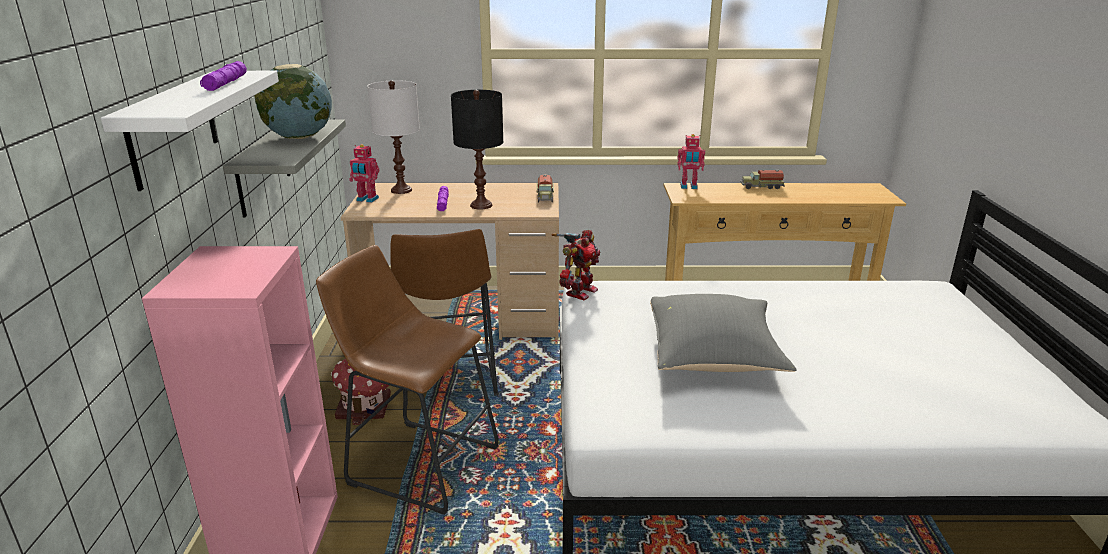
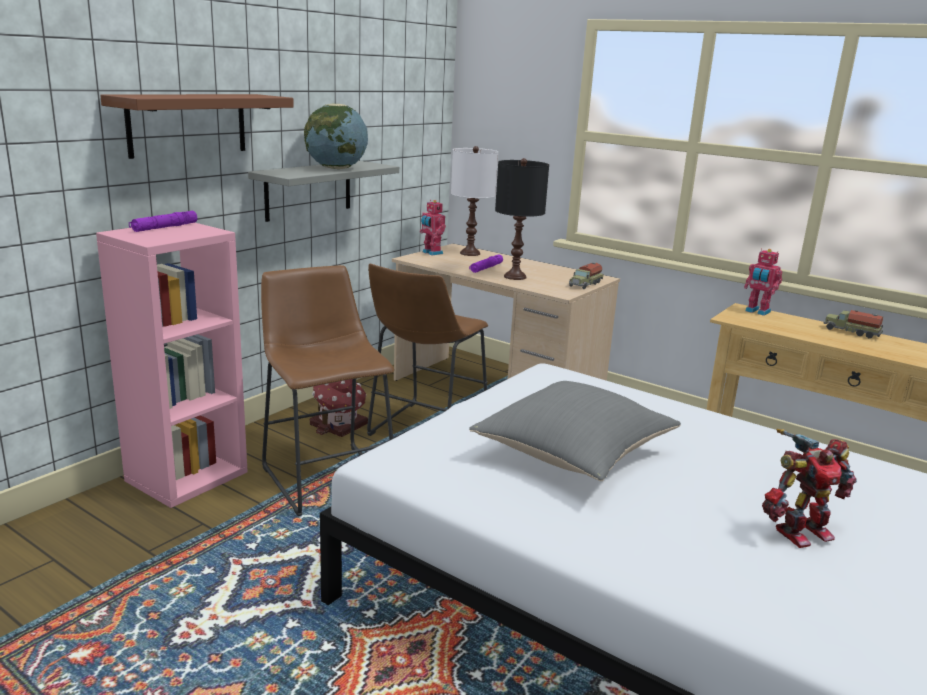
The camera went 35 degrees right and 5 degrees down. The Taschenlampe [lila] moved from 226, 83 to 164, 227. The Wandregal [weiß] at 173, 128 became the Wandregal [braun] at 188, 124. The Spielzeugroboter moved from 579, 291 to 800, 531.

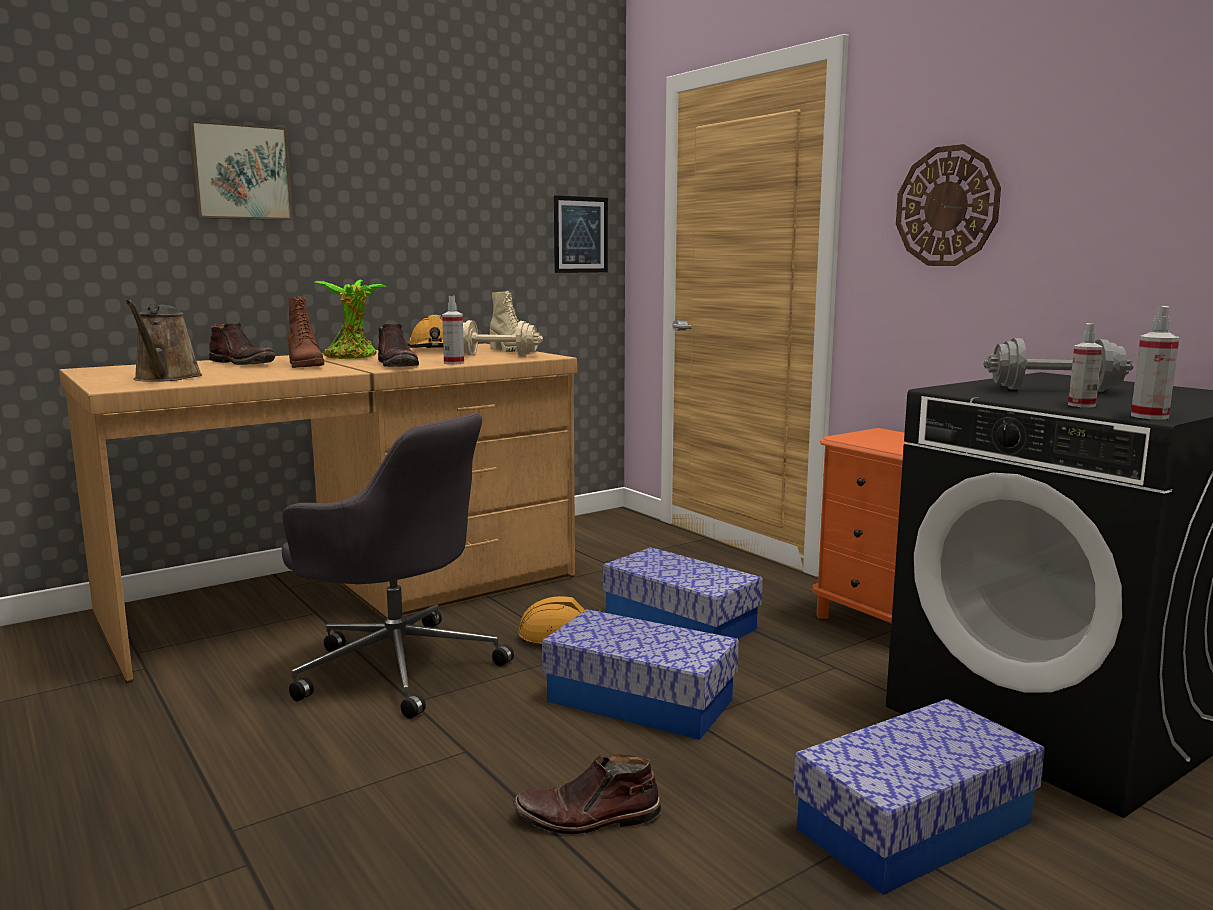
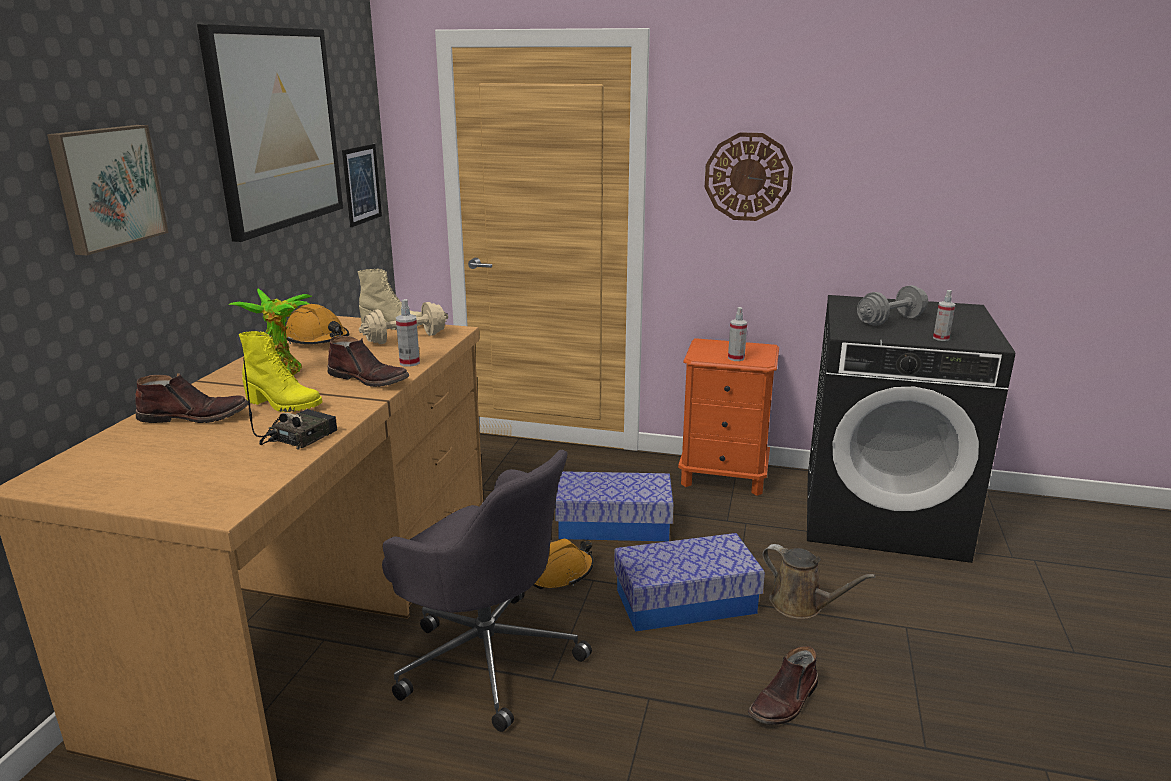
The camera went 40 degrees left and 10 degrees up. The Stiefel [braun] at 304, 366 became the Stiefel [gelb] at 283, 405. The Gießkanne [braun] moved from 166, 378 to 801, 605. The Sprühflasche moved from 1149, 416 to 736, 358. The Bürostuhl [grau] at 397, 666 turned 45 degrees clockwise. The Aufbewahrungsbox at 914, 826 disappeared. The Bild at 276, 129 appeared. The Radio at 298, 437 appeared.

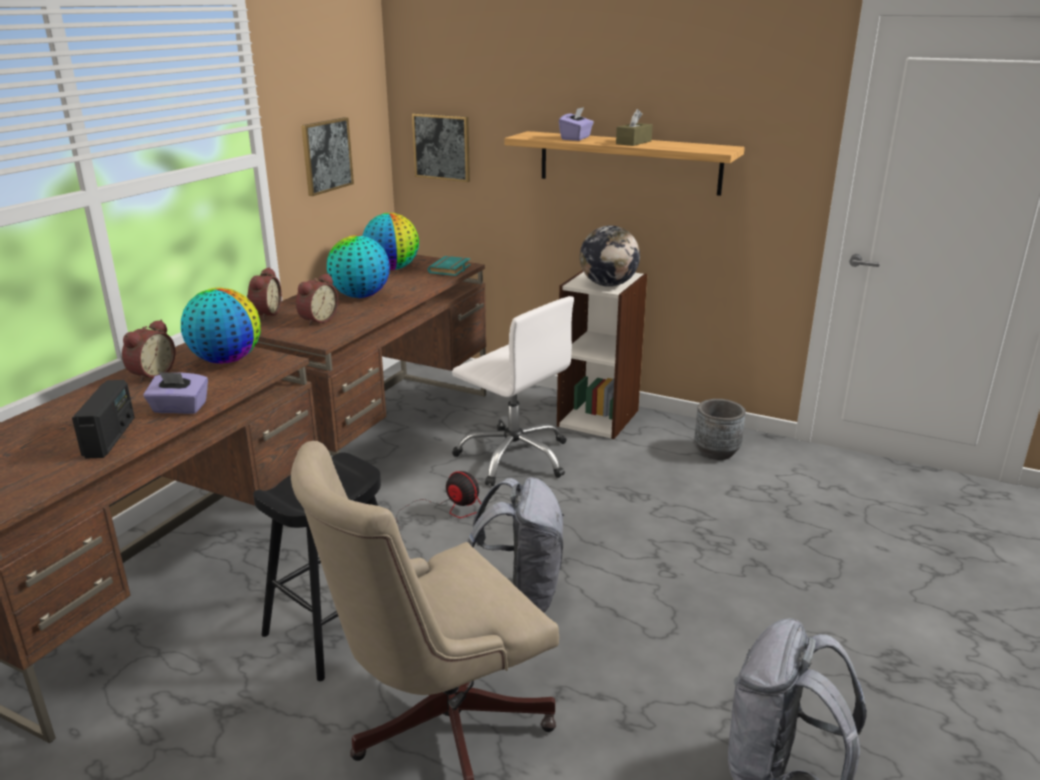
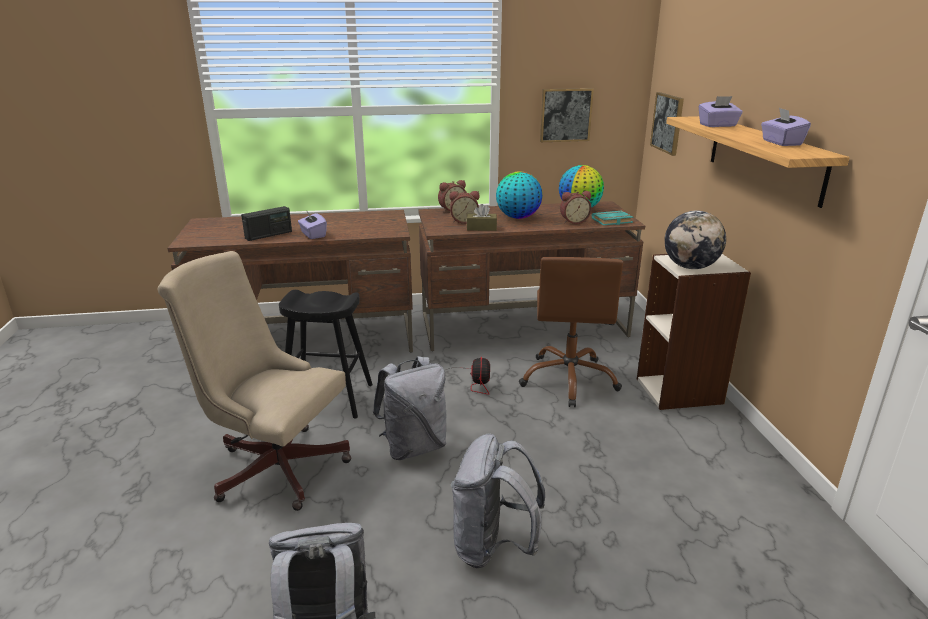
The camera went 55 degrees right and 0 degrees up. The Taschentuchbox [braun] moved from 633, 142 to 481, 228. The Globus at 226, 360 disappeared. The Bürostuhl [weiß] at 514, 457 became the Bürostuhl [braun] at 569, 379. The Wecker moved from 151, 374 to 573, 221. The Pflanzkübel [grau] at 716, 452 disappeared. The Taschentuchbox [lila] at 781, 143 appeared. The Rucksack [grau] at 493, 547 appeared.

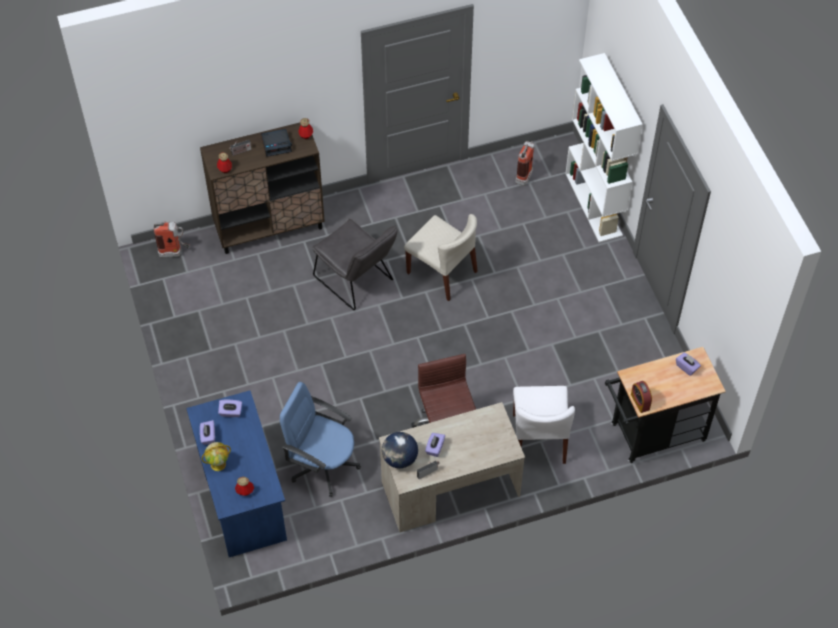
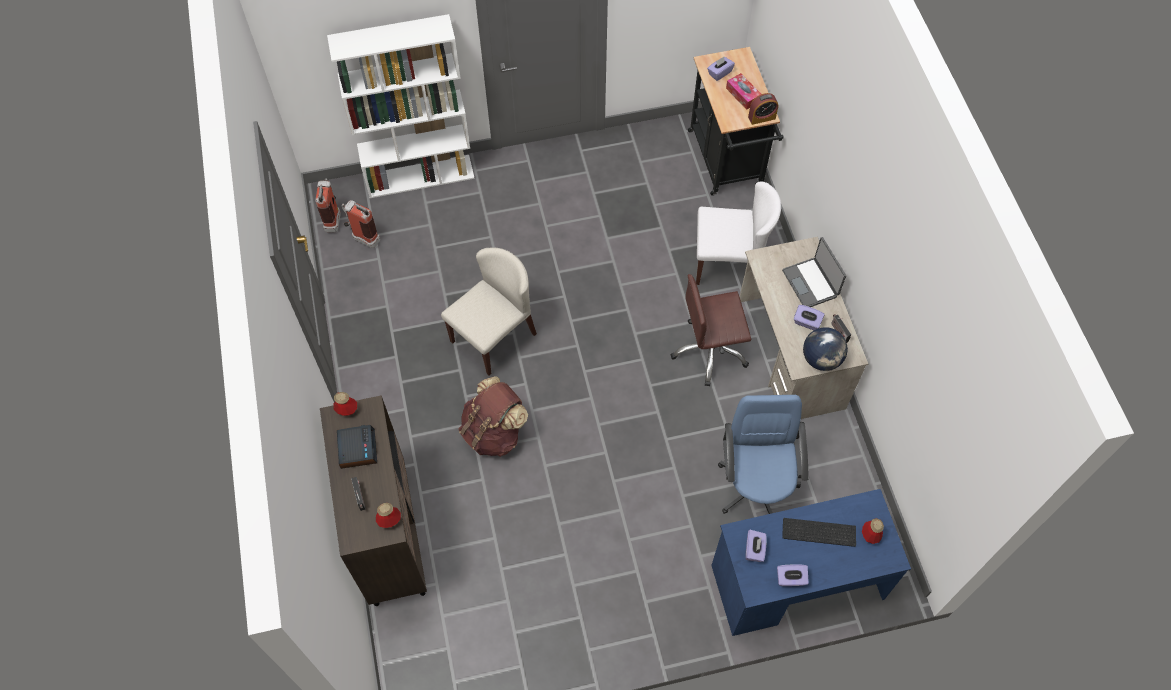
The camera went 85 degrees left and 5 degrees up. The Stuhl [grau] at 357, 281 was replaced by the Rucksack [braun] at 494, 432. The Feuerlöscher moved from 175, 253 to 333, 218. The Bürostuhl [blau] at 323, 464 turned 150 degrees clockwise. The Globus at 218, 464 disappeared. The Taschentuchbox at 743, 95 appeared. The Laptop at 811, 283 appeared. The Tastatur at 818, 533 appeared.

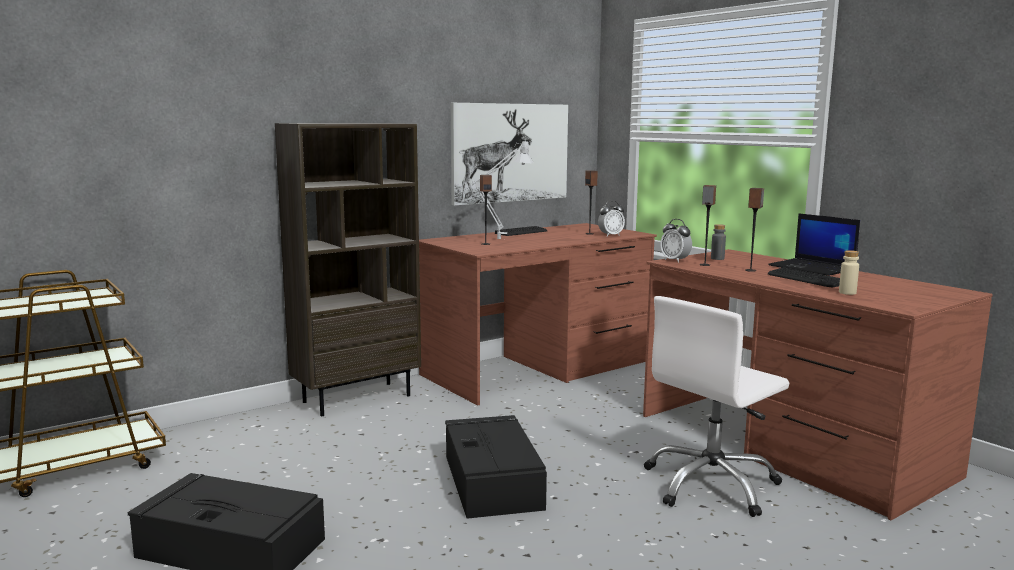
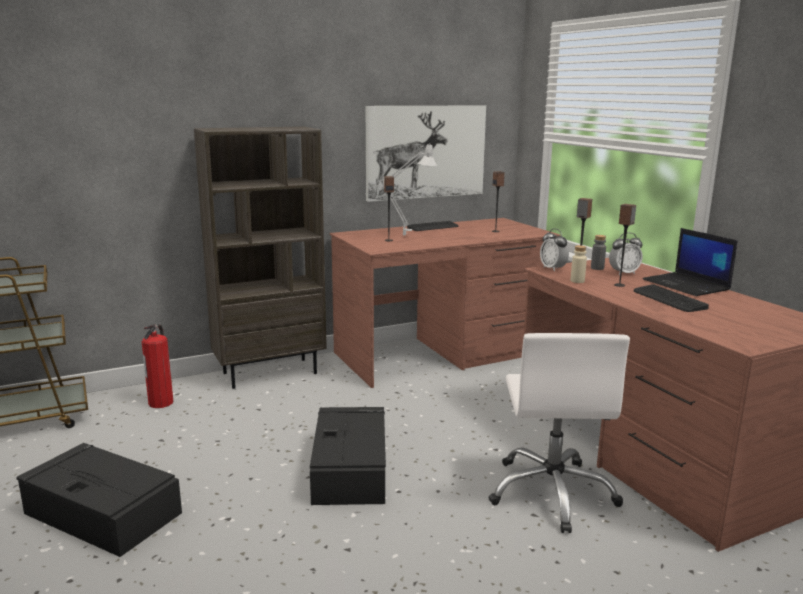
The camera went 10 degrees right and 5 degrees up. The Wecker moved from 610, 235 to 623, 273. The Flasche [beige] moved from 847, 293 to 577, 281. The Bürostuhl [weiß] at 711, 485 turned 60 degrees counterclockwise. The Feuerlöscher at 161, 402 appeared.

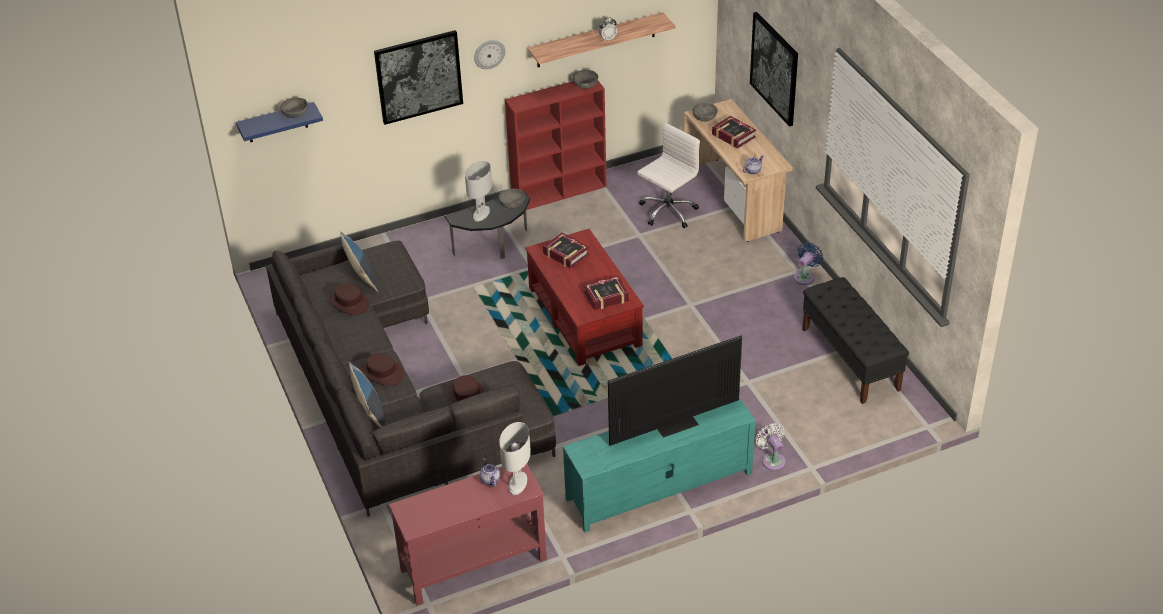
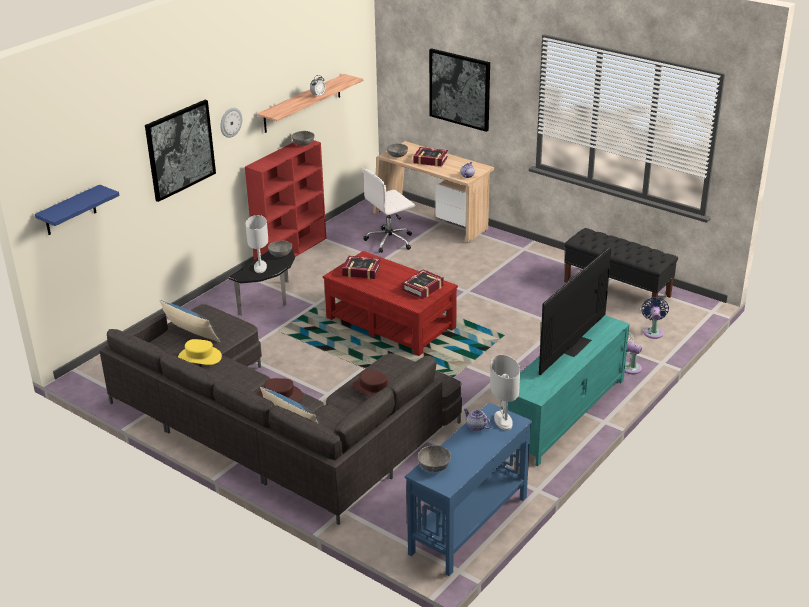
The camera went 30 degrees left and 10 degrees down. The Schüssel [grau] moved from 295, 114 to 434, 466. The Bürostuhl [weiß] at 667, 212 turned 135 degrees counterclockwise. The Ventilator [blau] moved from 805, 276 to 653, 331. The Hut [braun] at 349, 302 became the Hut [gelb] at 200, 357. The Konsolentisch [rot] at 472, 564 became the Konsolentisch [blau] at 468, 525.

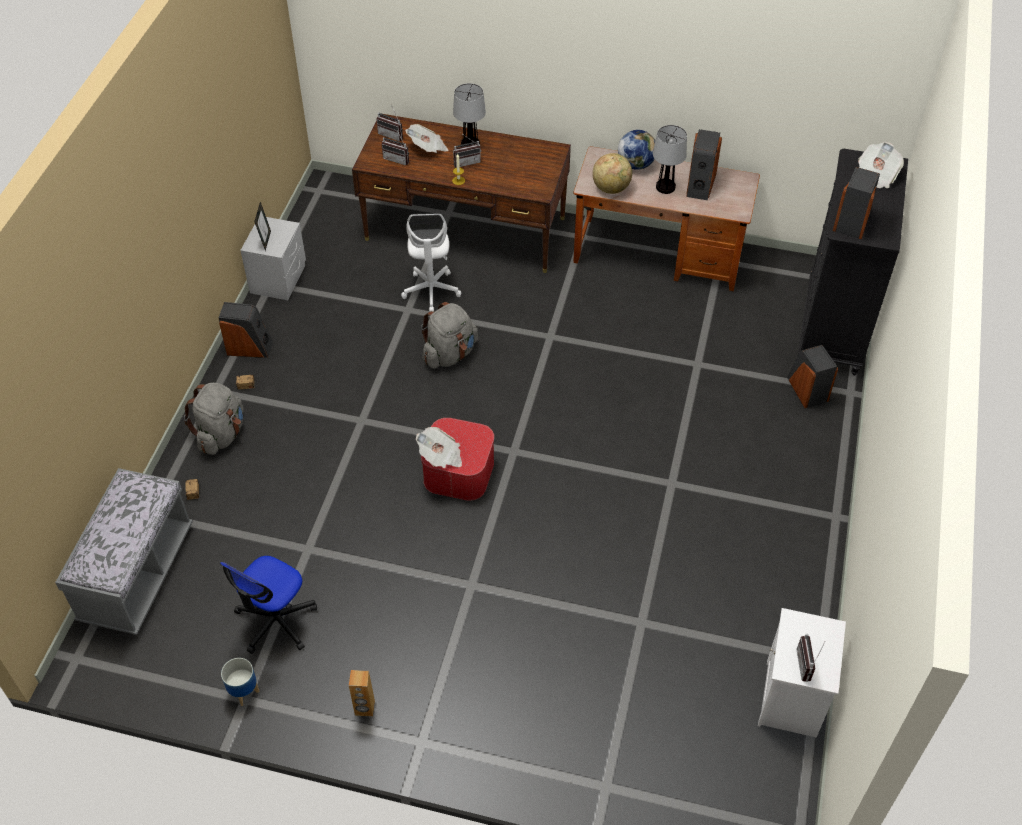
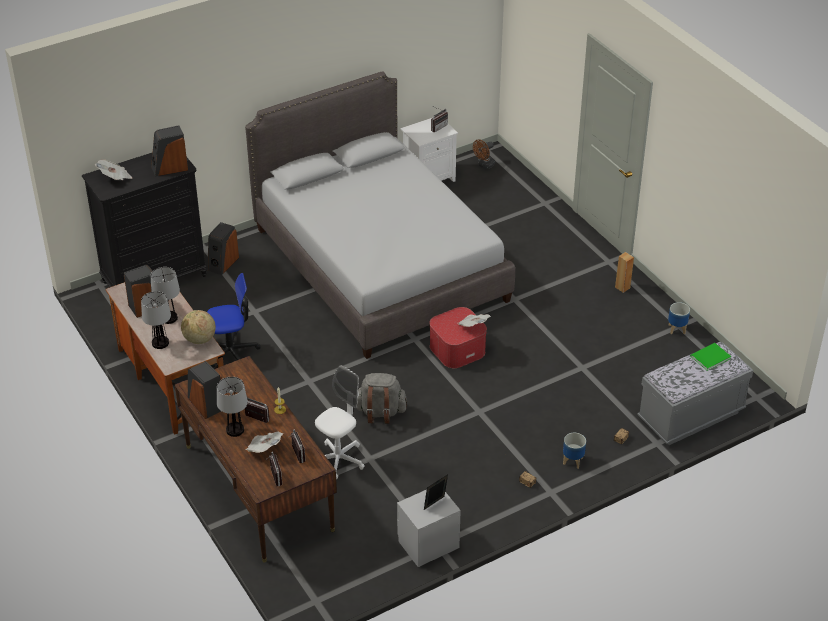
The camera went 135 degrees left and 10 degrees down. The Globus at 636, 164 was replaced by the Tischlampe at 160, 343. The Lautsprecher moved from 249, 347 to 205, 403. The Rucksack [grau] at 221, 434 was replaced by the Pflanzkübel at 572, 461. The Bürostuhl moved from 276, 621 to 231, 352. The Bett [grau] at 380, 264 appeared. The Ventilator [braun] at 484, 165 appeared. The Buch [grün] at 709, 357 appeared.

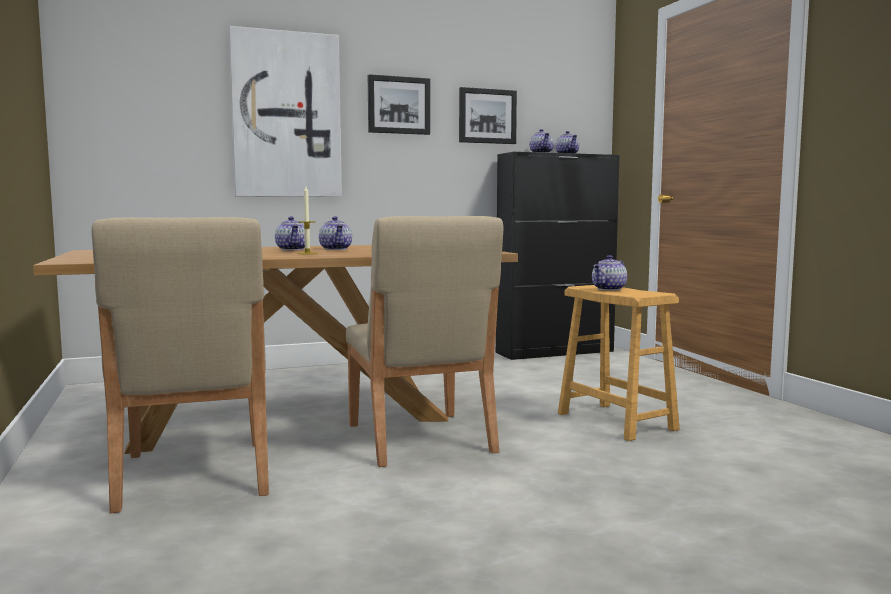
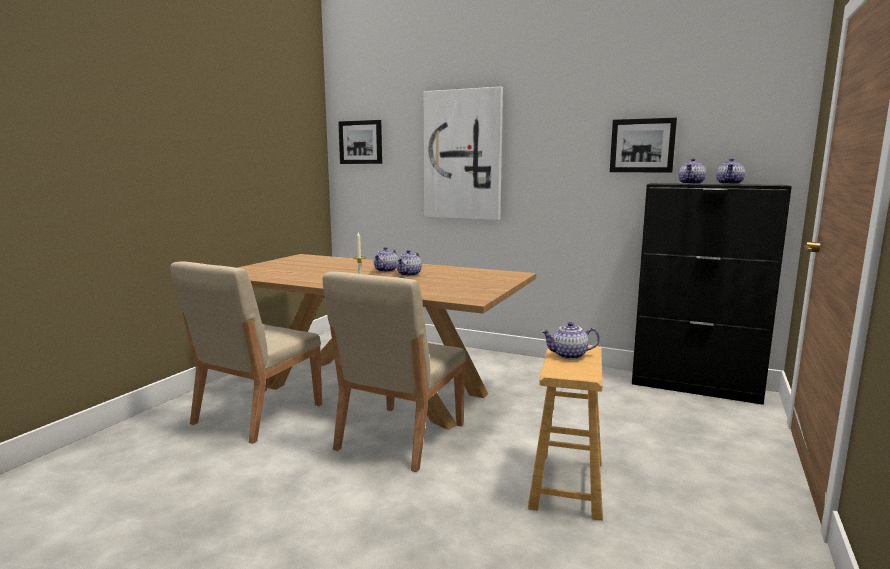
The camera went 45 degrees right and 5 degrees up. The Bild moved from 398, 105 to 361, 142.

